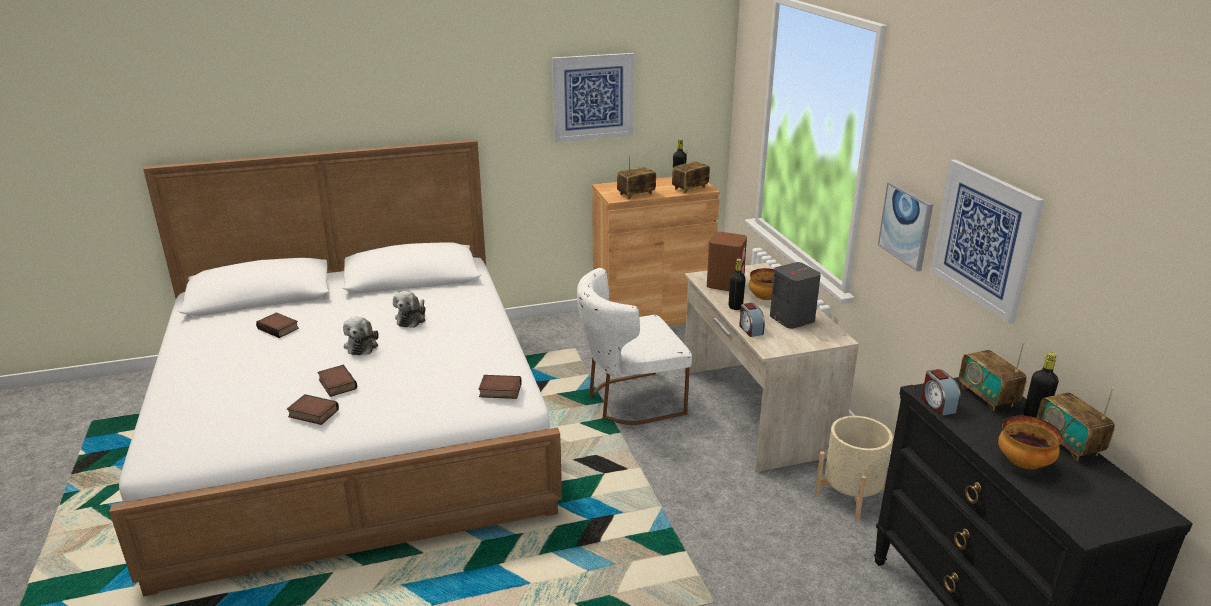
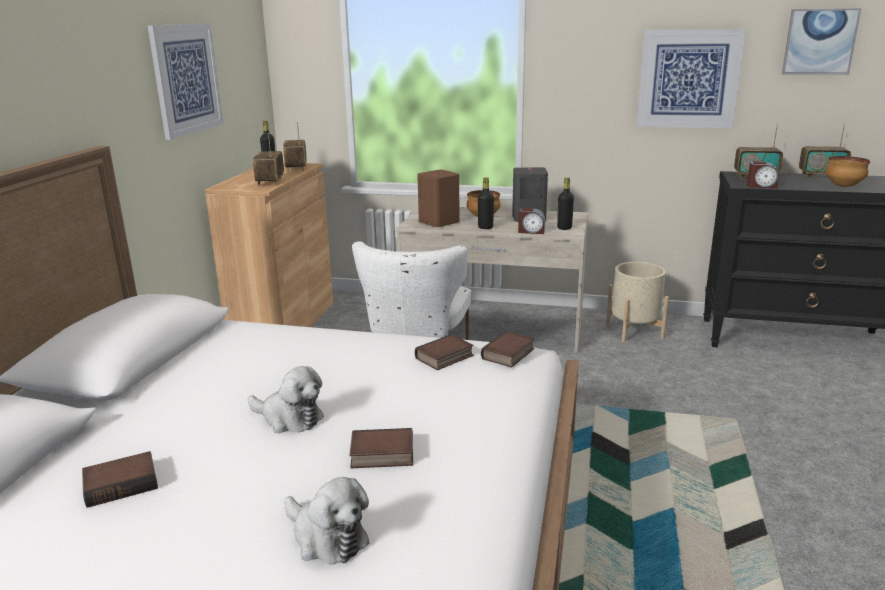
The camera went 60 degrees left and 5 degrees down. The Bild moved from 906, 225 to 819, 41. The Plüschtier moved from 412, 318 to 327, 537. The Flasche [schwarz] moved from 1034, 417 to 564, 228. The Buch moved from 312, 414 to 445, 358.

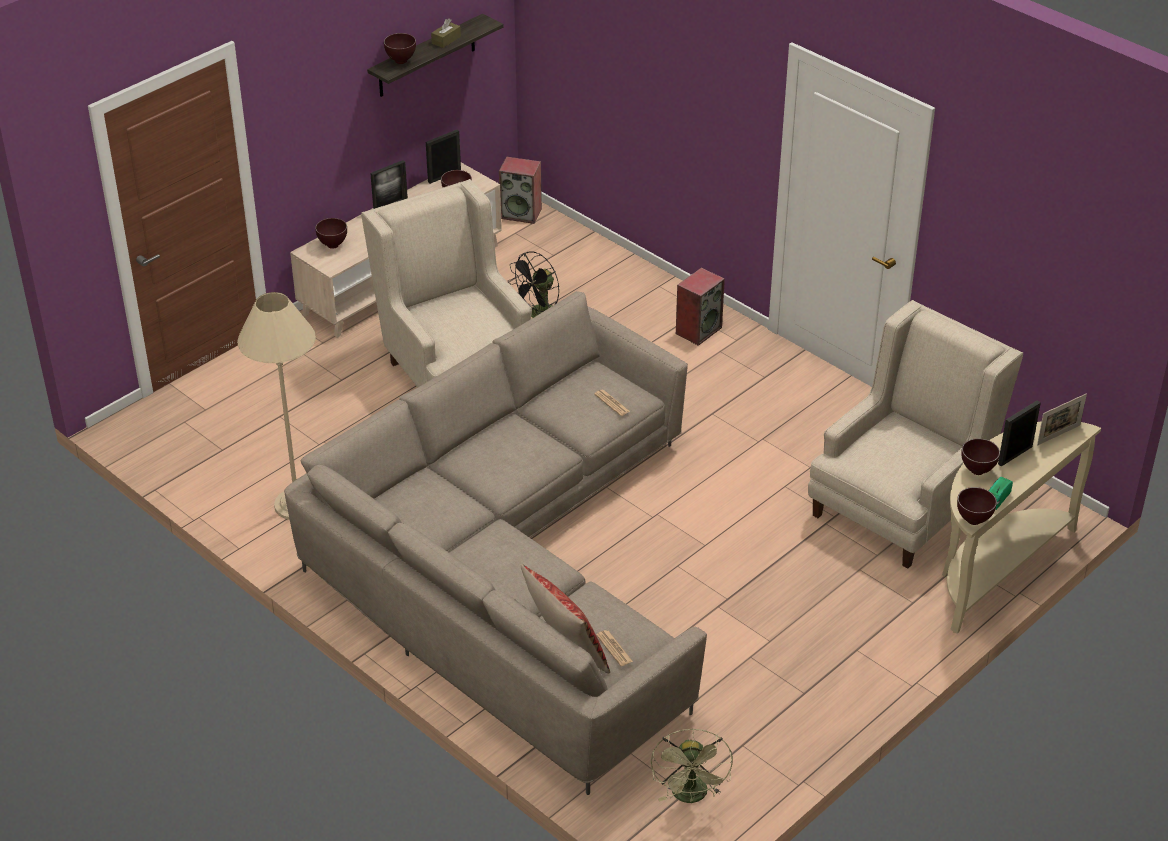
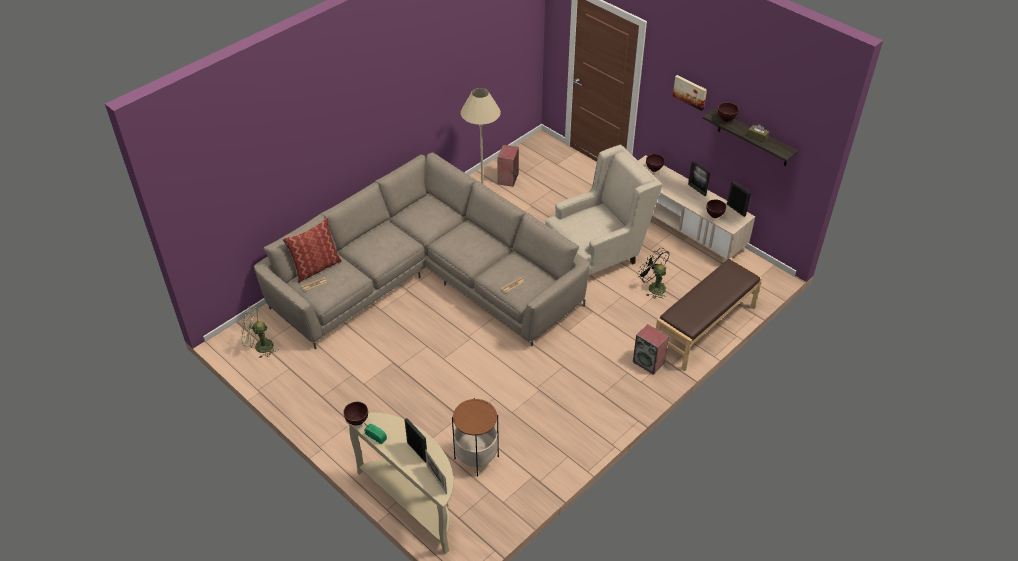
The camera went 90 degrees right and 5 degrees up. The Lautsprecher moved from 521, 213 to 508, 179. The Sessel [beige] at 902, 503 was replaced by the Beistelltisch at 476, 458. The Schüssel [braun] at 977, 470 disappeared. The Bild at 690, 92 appeared. The Bank [braun] at 705, 328 appeared.

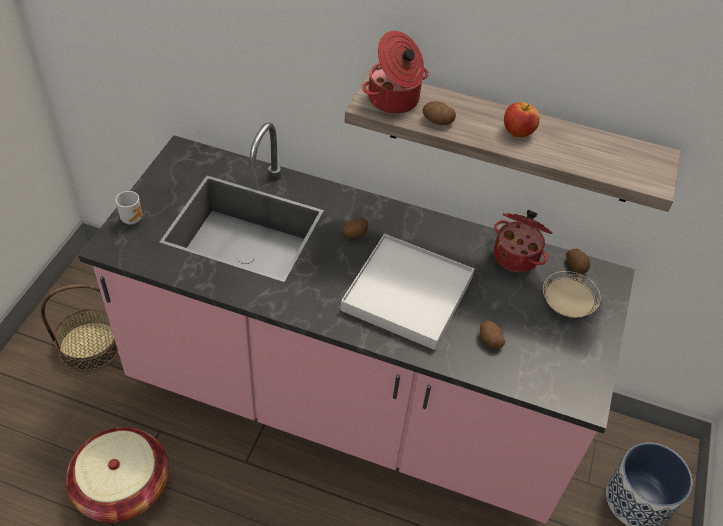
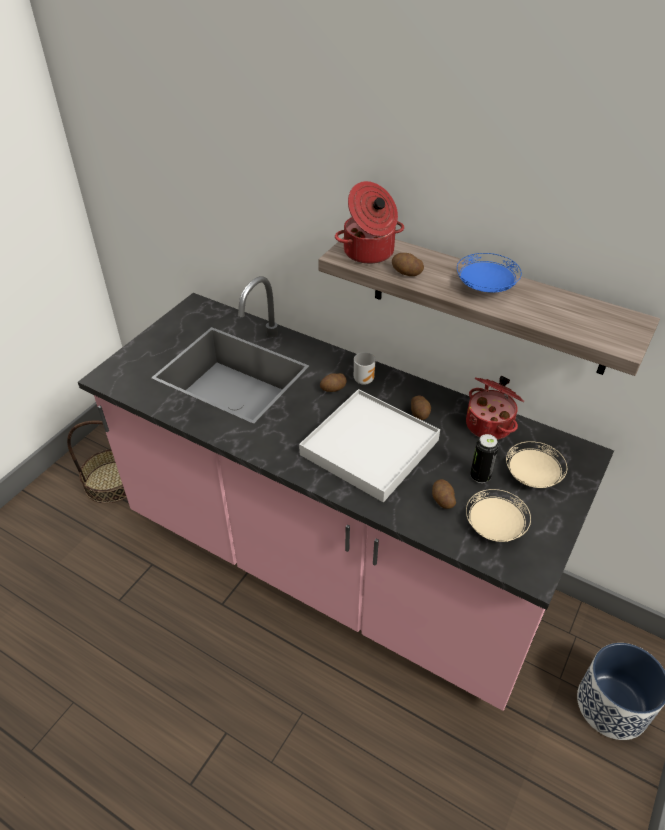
The camera went 15 degrees right and 5 degrees down. The Apfel at 518, 132 was replaced by the Teller [blau] at 485, 288. The Henkelbecher moved from 132, 218 to 364, 379. The Kartoffel moved from 576, 266 to 420, 413. The Korb at 123, 487 disappeared. The Dose at 480, 476 appeared. The Teller [beige] at 495, 526 appeared.

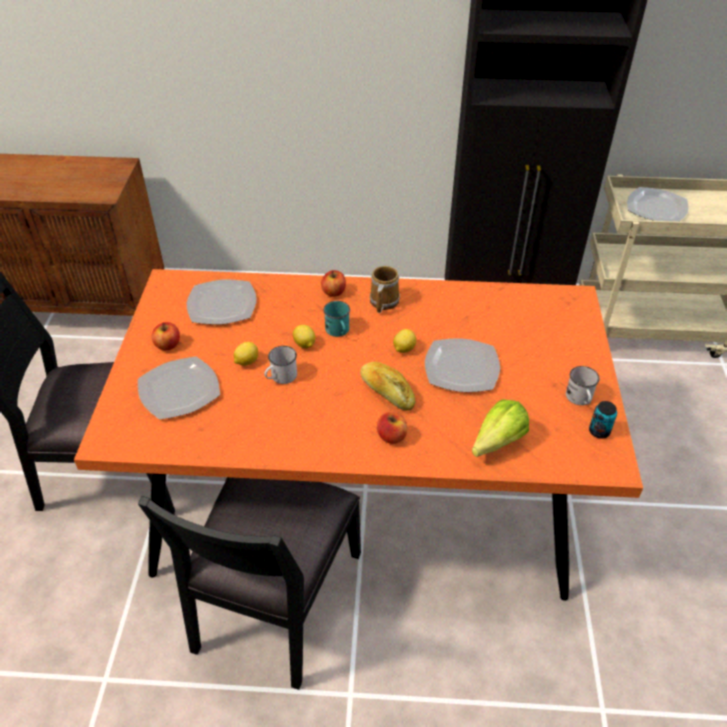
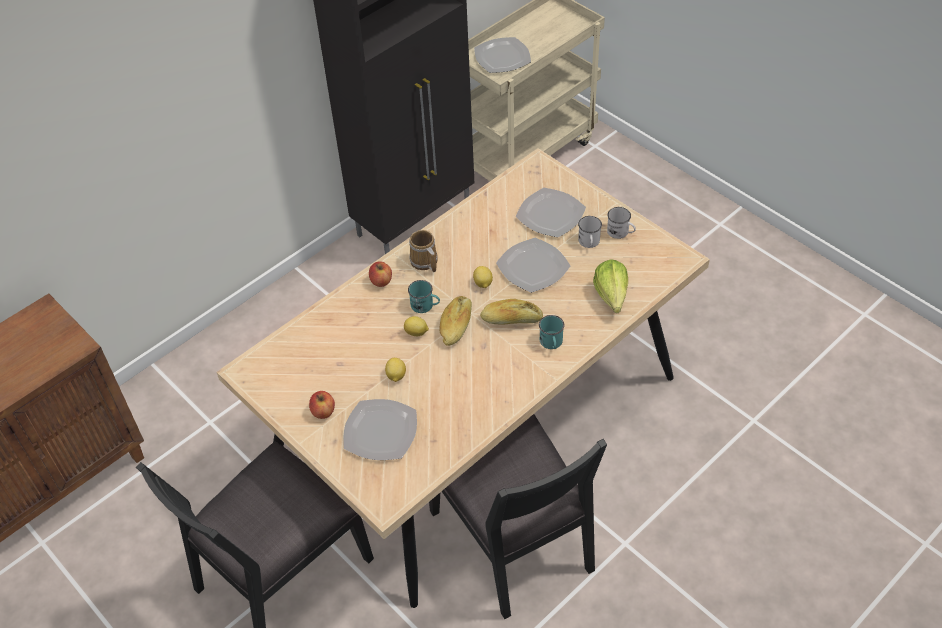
The camera went 45 degrees left and 5 degrees up. The Esstisch [orange] at 365, 487 became the Esstisch [beige] at 477, 419. The Teller moved from 222, 305 to 551, 214. The Henkelbecher [weiß] moved from 280, 377 to 589, 243. The Dose at 599, 431 disappeared. The Apfel at 391, 436 was replaced by the Henkelbecher [türkis] at 551, 343. The Brot at 456, 325 appeared.

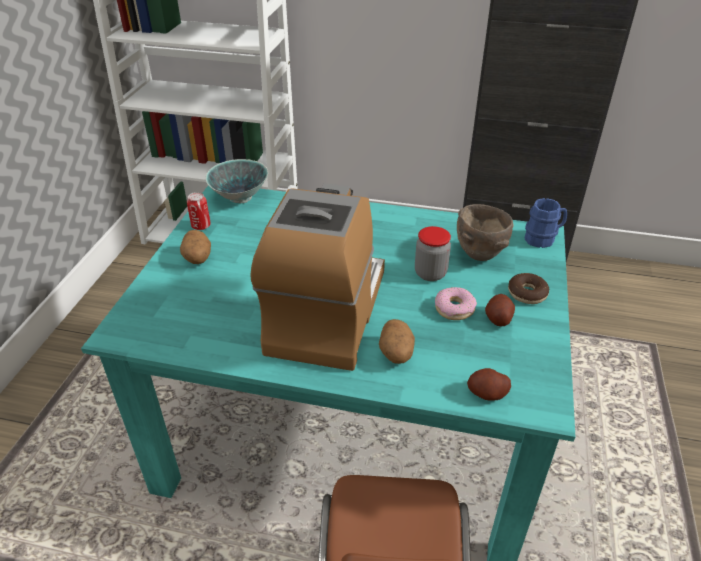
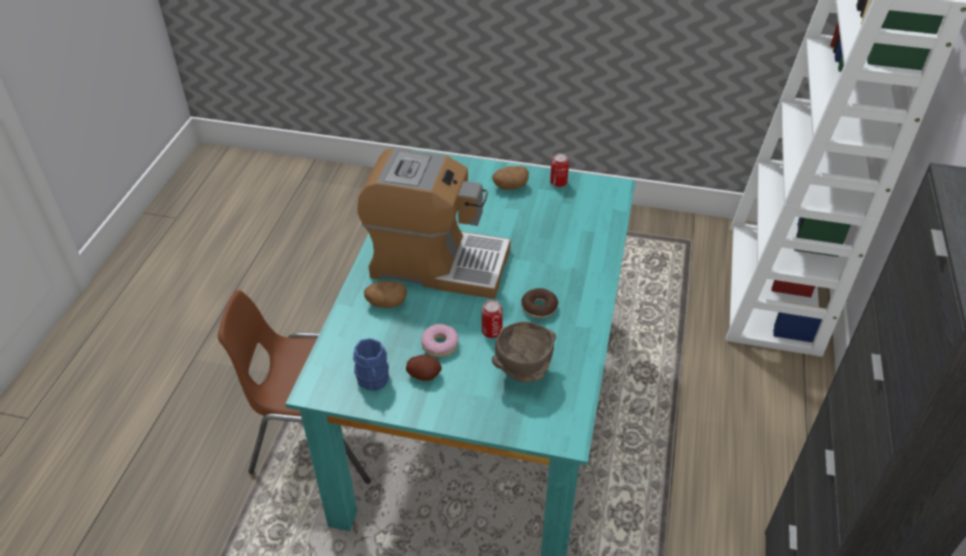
The camera went 90 degrees right and 5 degrees up. The Schüssel at 240, 197 disappeared. The Henkelbecher [blau] moved from 543, 238 to 373, 381. The Vorratsglas at 430, 273 was replaced by the Dose at 491, 331. The Donut moved from 527, 293 to 539, 307. The Kartoffel at 487, 393 disappeared.

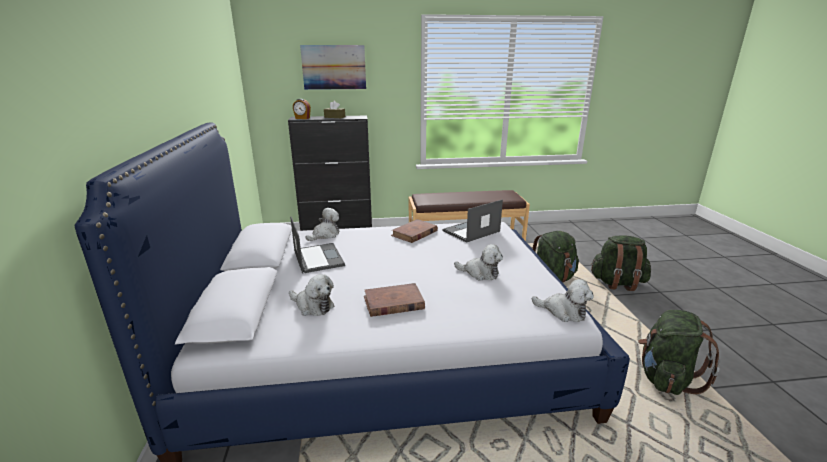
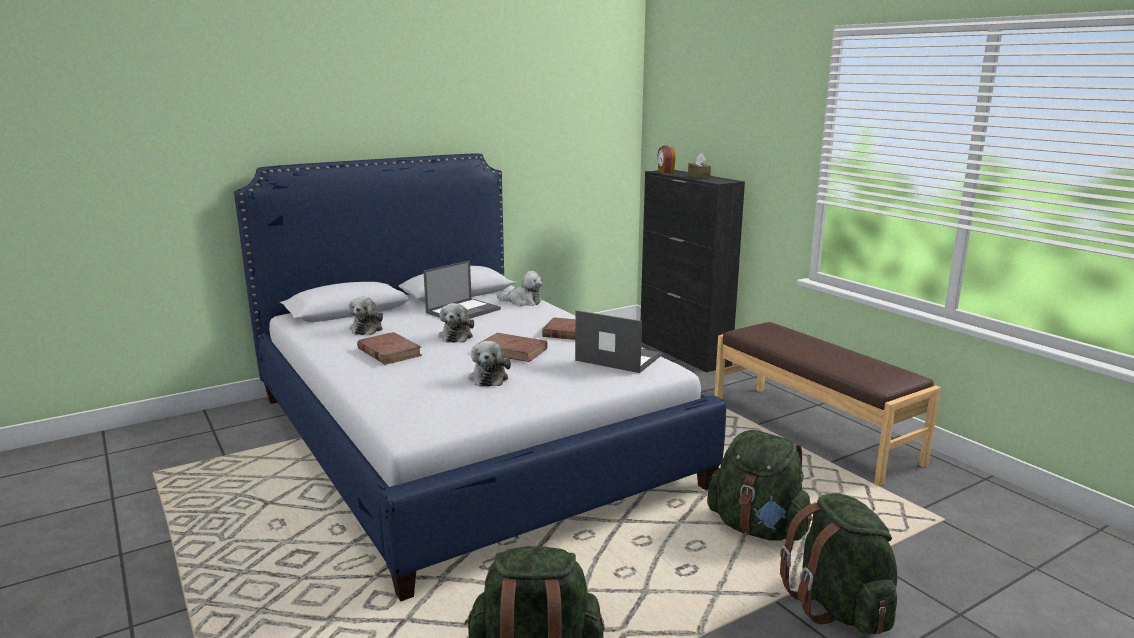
The camera went 65 degrees right and 5 degrees down. The Bild at 334, 67 disappeared. The Plüschtier moved from 563, 312 to 456, 336. The Buch [braun] at 512, 351 appeared.

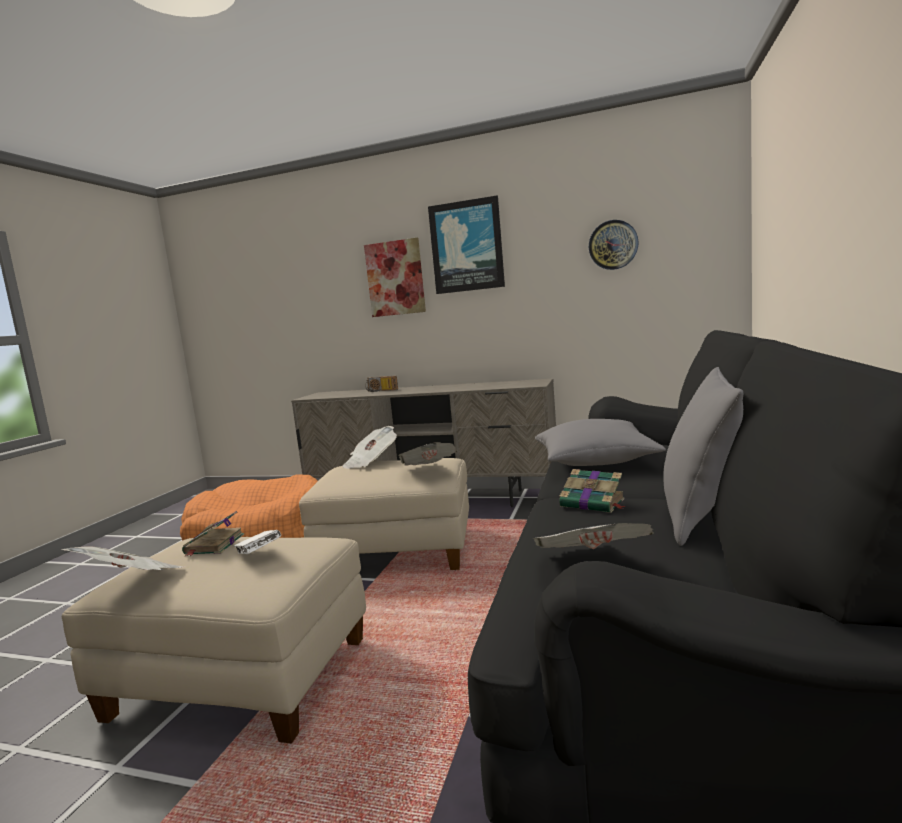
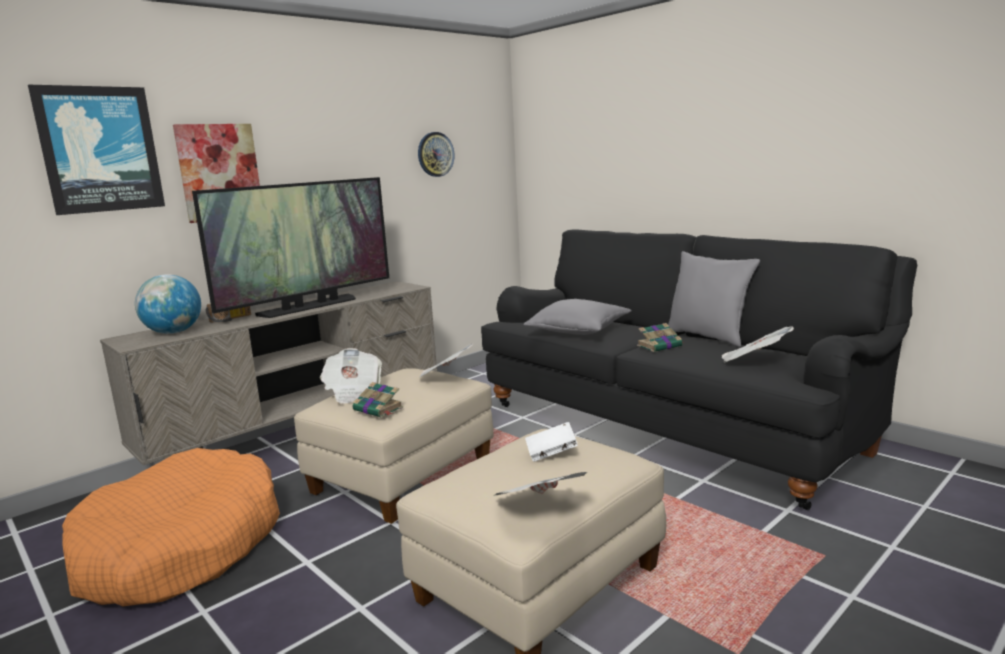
The camera went 60 degrees left and 5 degrees up. The Bild moved from 466, 246 to 100, 149. The Buch moved from 214, 545 to 379, 409. The Fernseher at 309, 307 appeared. The Globus at 173, 332 appeared.

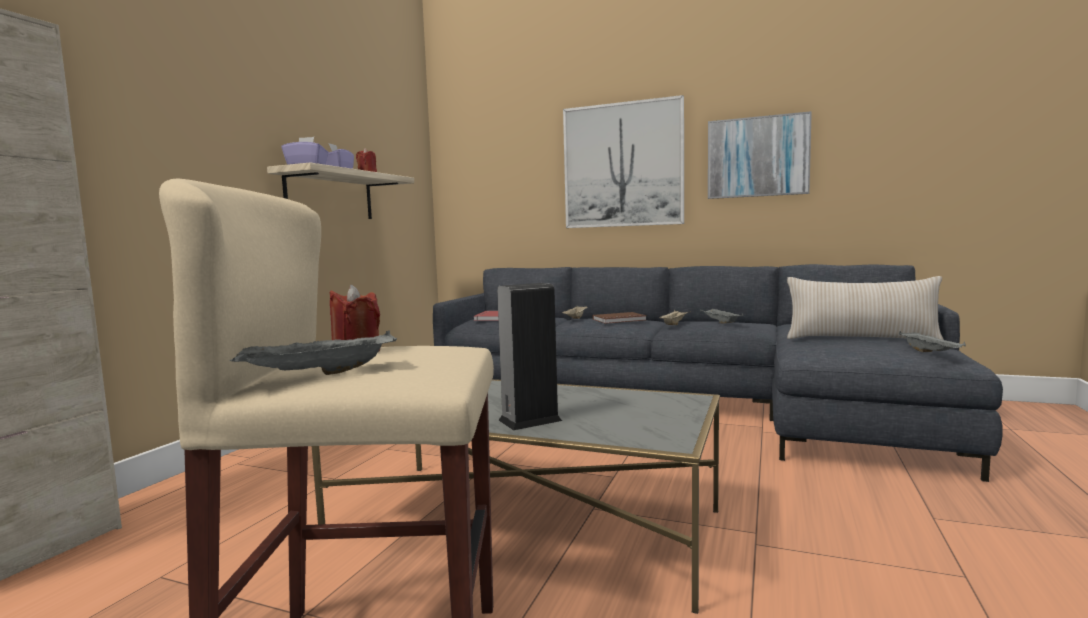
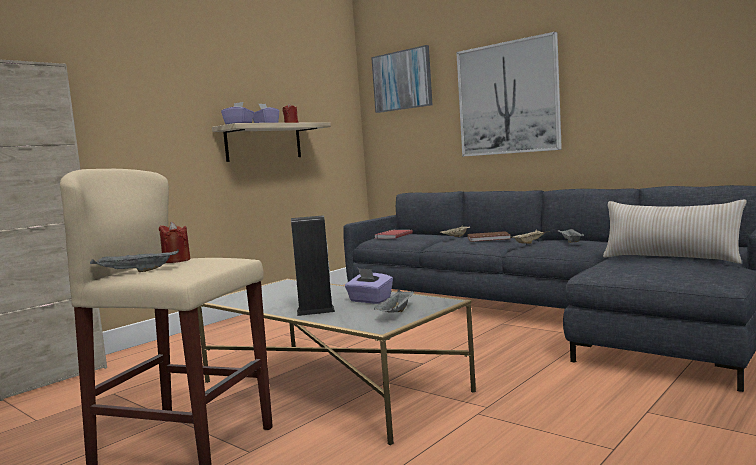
The camera went 20 degrees right and 0 degrees up. The Bild moved from 757, 157 to 402, 80. The Tablett [grau] moved from 930, 353 to 396, 313. The Taschentuchbox [lila] at 369, 300 appeared.

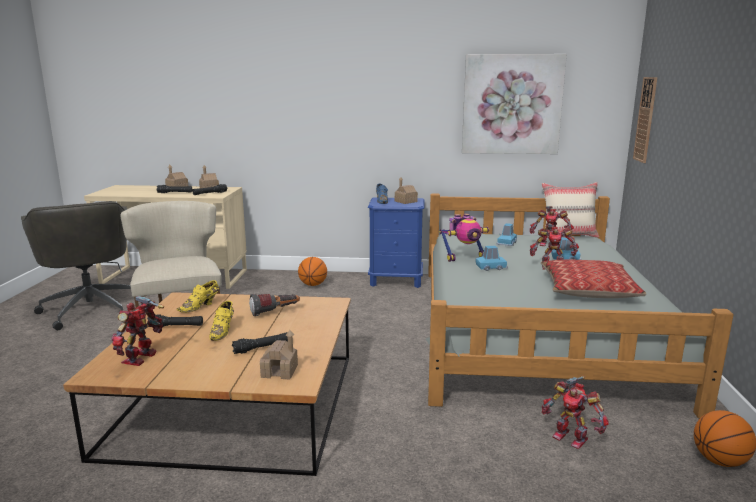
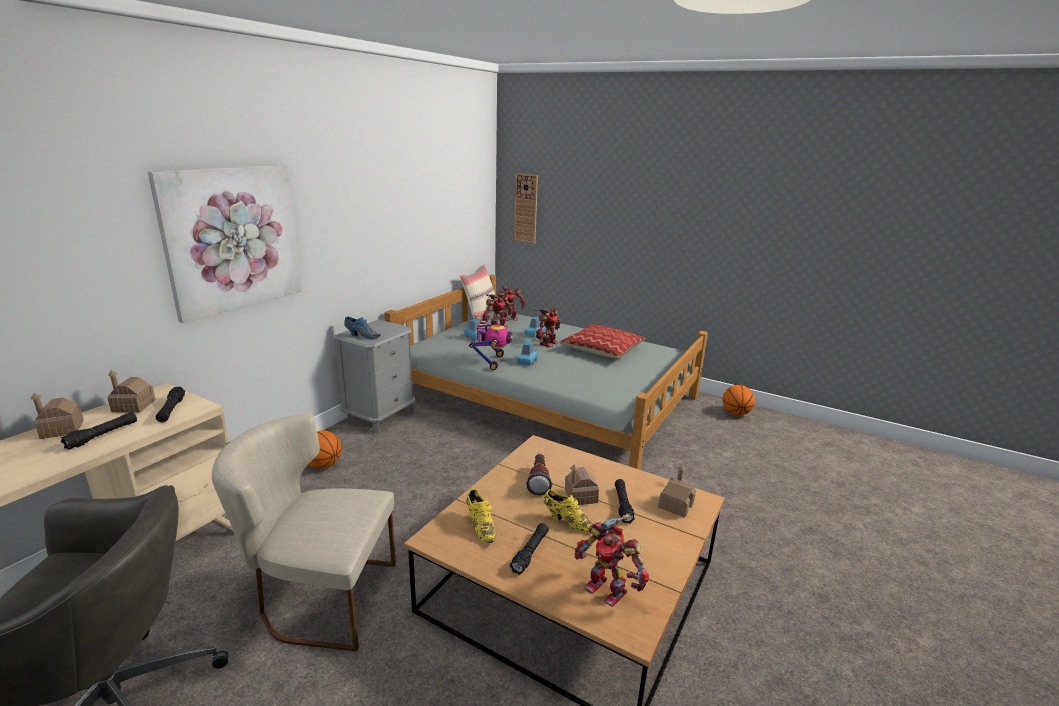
The camera went 65 degrees left and 5 degrees up. The Bild moved from 512, 104 to 233, 239. The Spielzeughaus moved from 405, 201 to 580, 496. The Nachttisch [blau] at 396, 280 became the Nachttisch [grau] at 381, 416. The Spielzeugroboter moved from 571, 437 to 508, 318.

